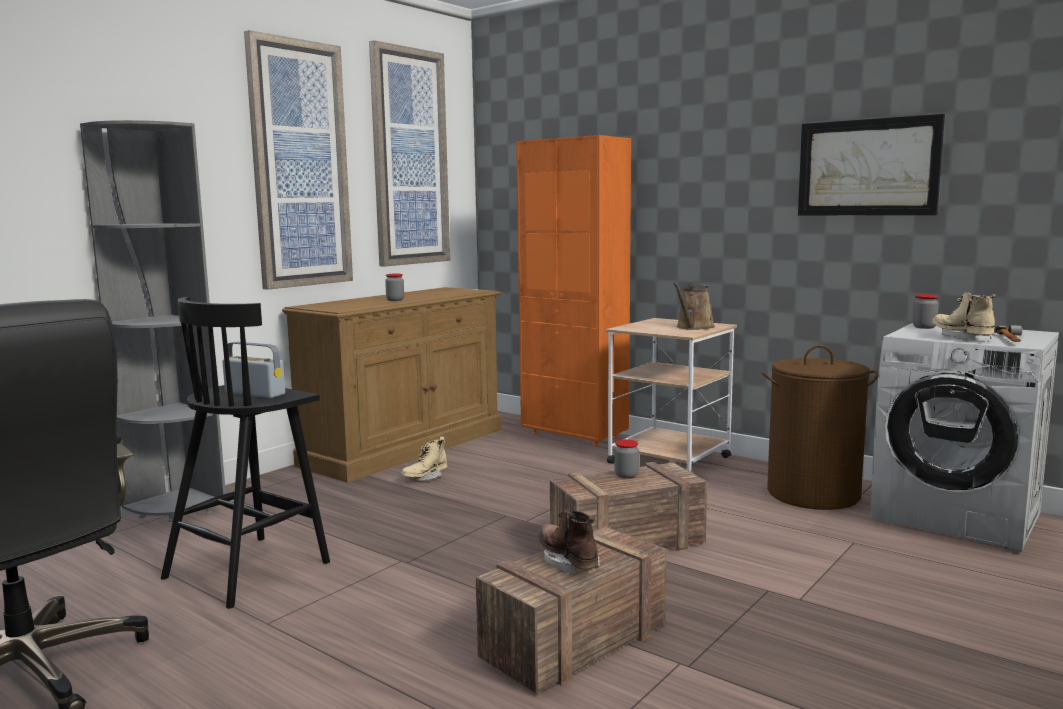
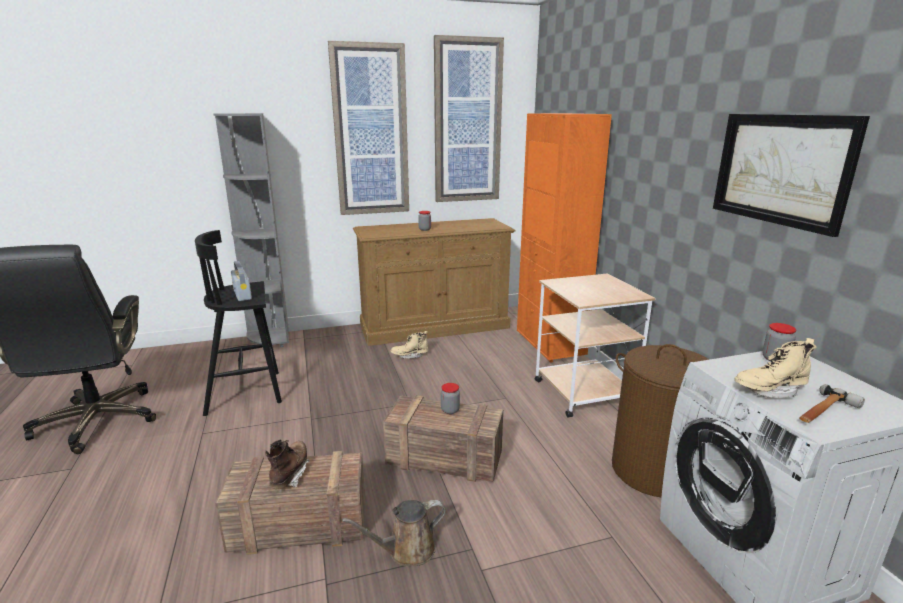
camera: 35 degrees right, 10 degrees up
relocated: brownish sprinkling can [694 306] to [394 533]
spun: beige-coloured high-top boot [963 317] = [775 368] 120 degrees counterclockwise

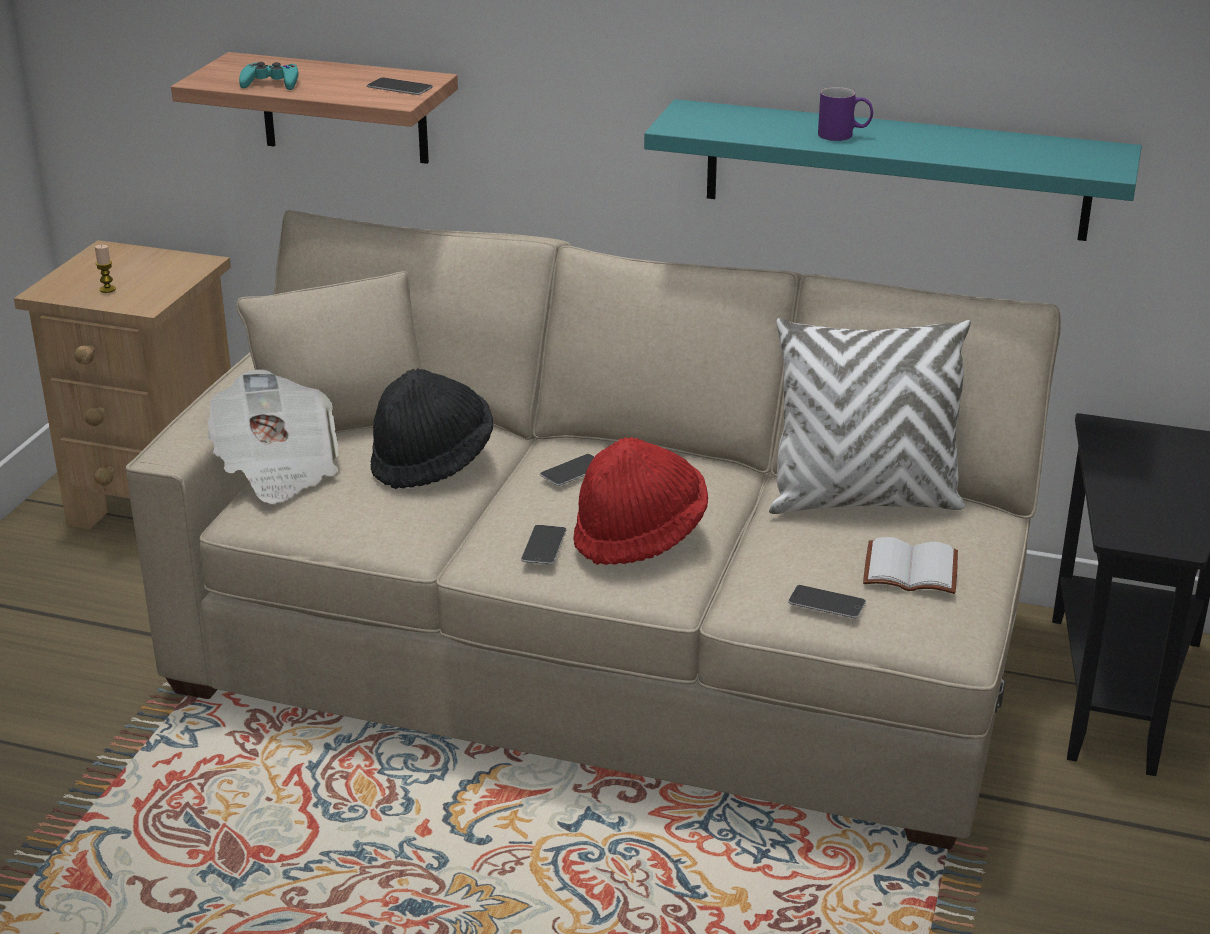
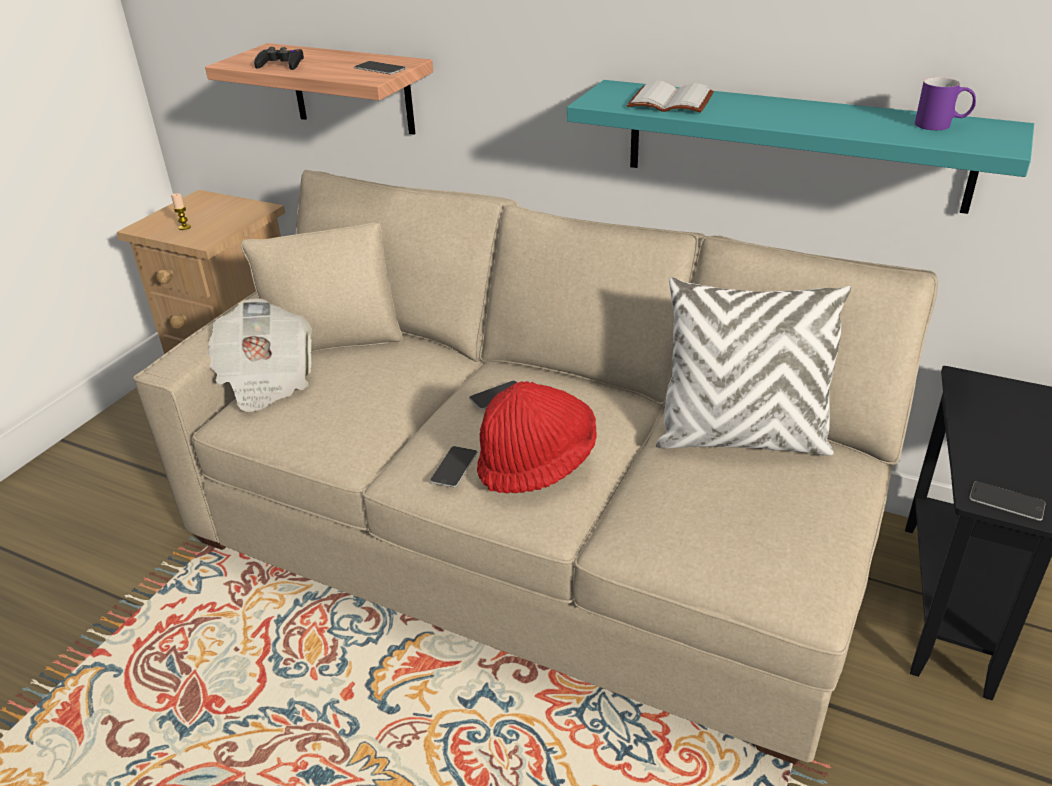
camera: 10 degrees right, 5 degrees up
missing: black clothing hat [432 428]
relocated: whitish book [910 565] to [670 97]; purple-coloured mug [845 114] to [945 103]; handset [827 601] to [1007 501]
colour: blue-green gamepad [269 76] to black gamepad [279 58]

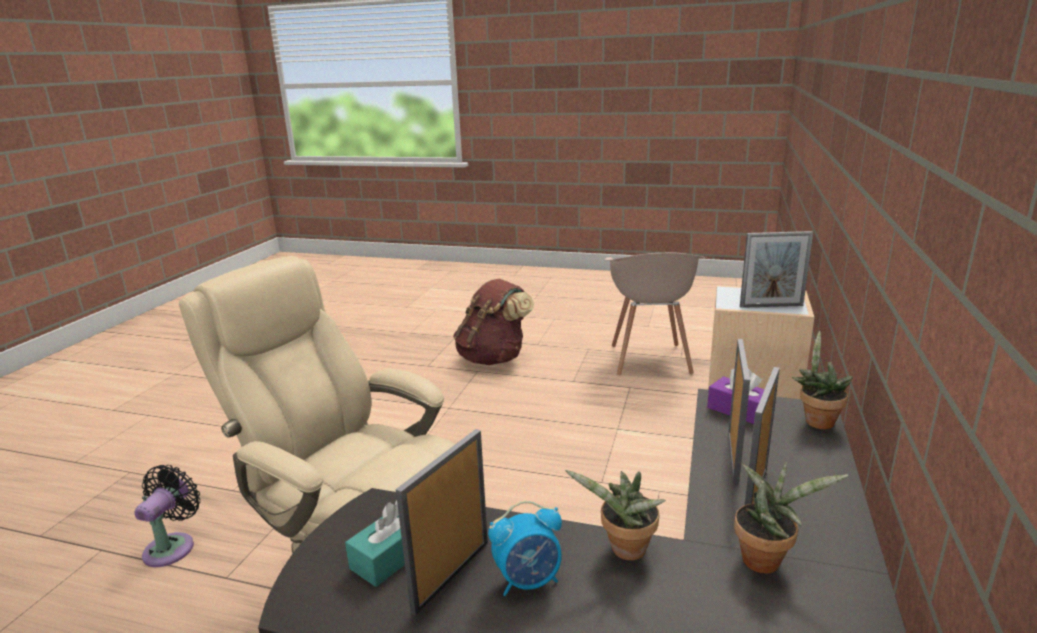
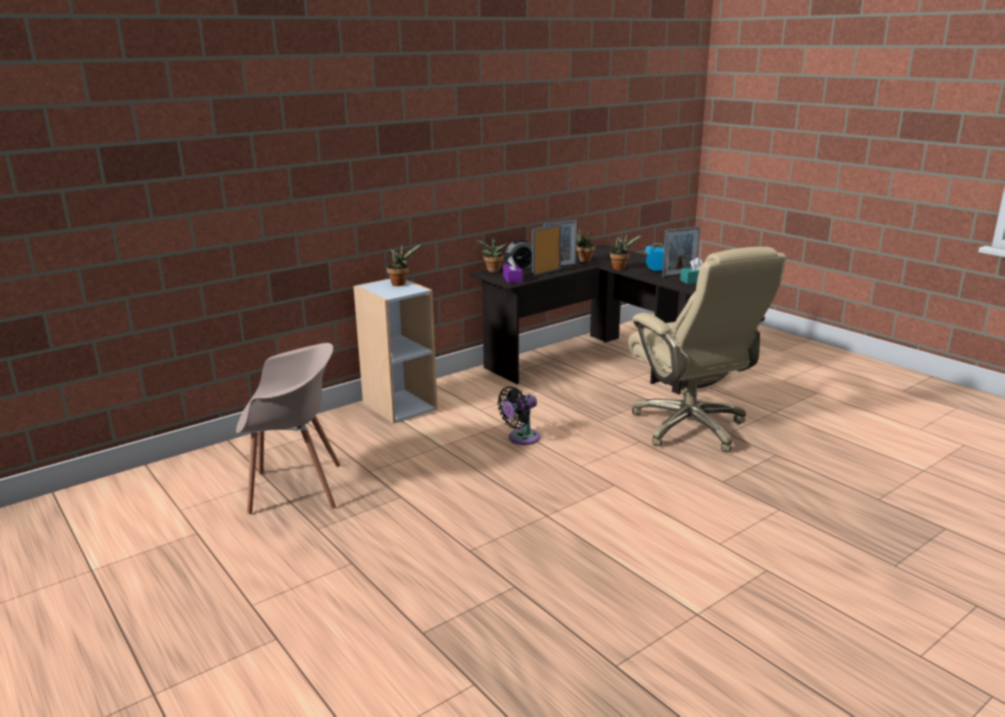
camera: 145 degrees left, 0 degrees up
missing: brownish rucksack [493 322]
appeared: alarm clock [518 254]
relocated: black cooling fan [167 516] to [518 415]
exchanged: standing frame [776 269] to potted plant [404 265]
spun: beige-coloured chair [655 314] = [288 428] 45 degrees clockwise

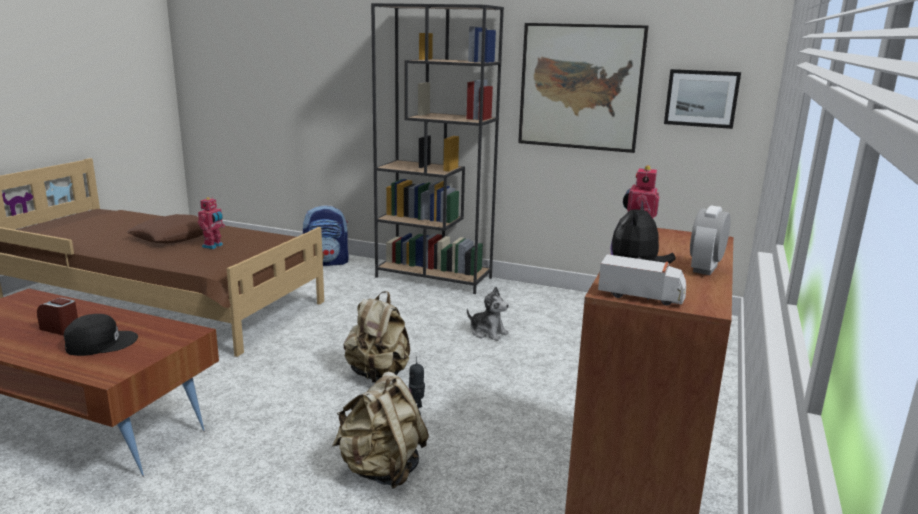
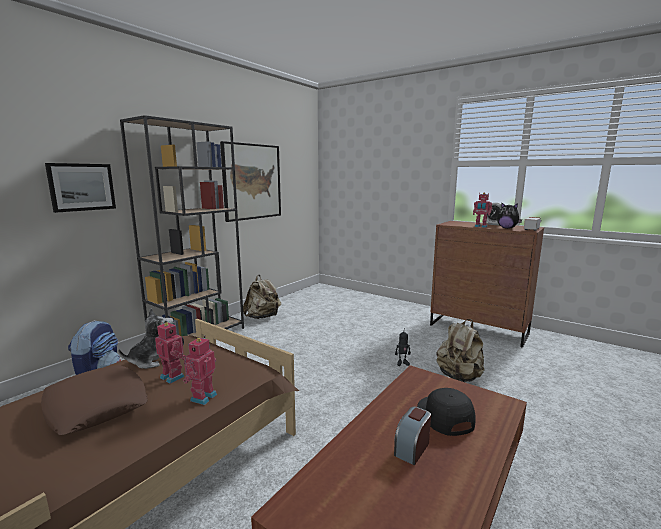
camera: 75 degrees left, 5 degrees down
appeared: model robot [200 370]
relocated: wall art [702 99] to [80 188]; cuddly toy [488 314] to [146 338]; beige-coloured rucksack [377 337] to [262 297]

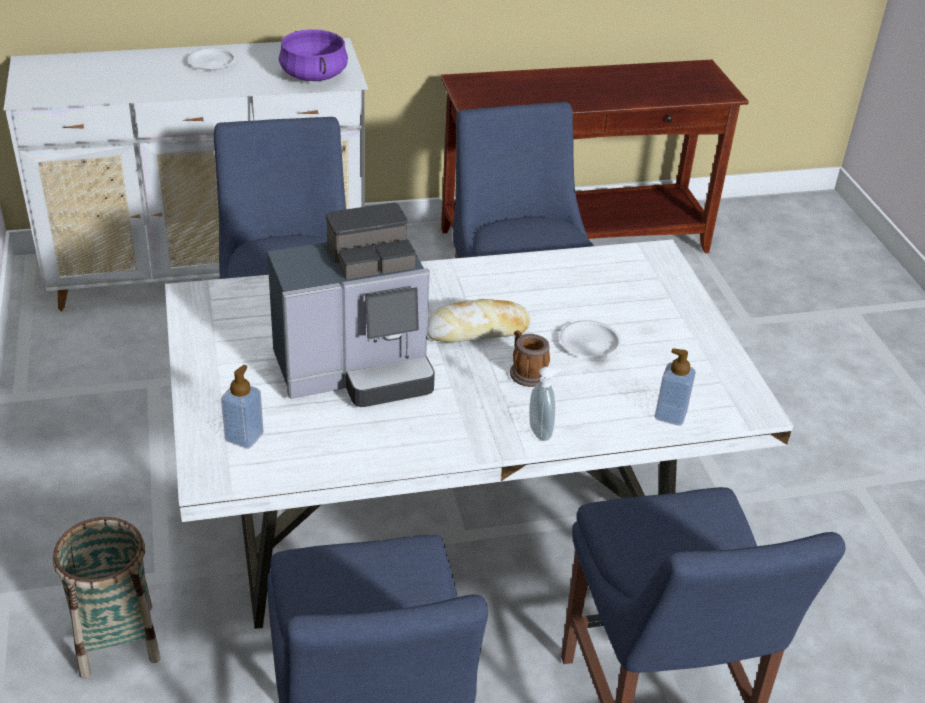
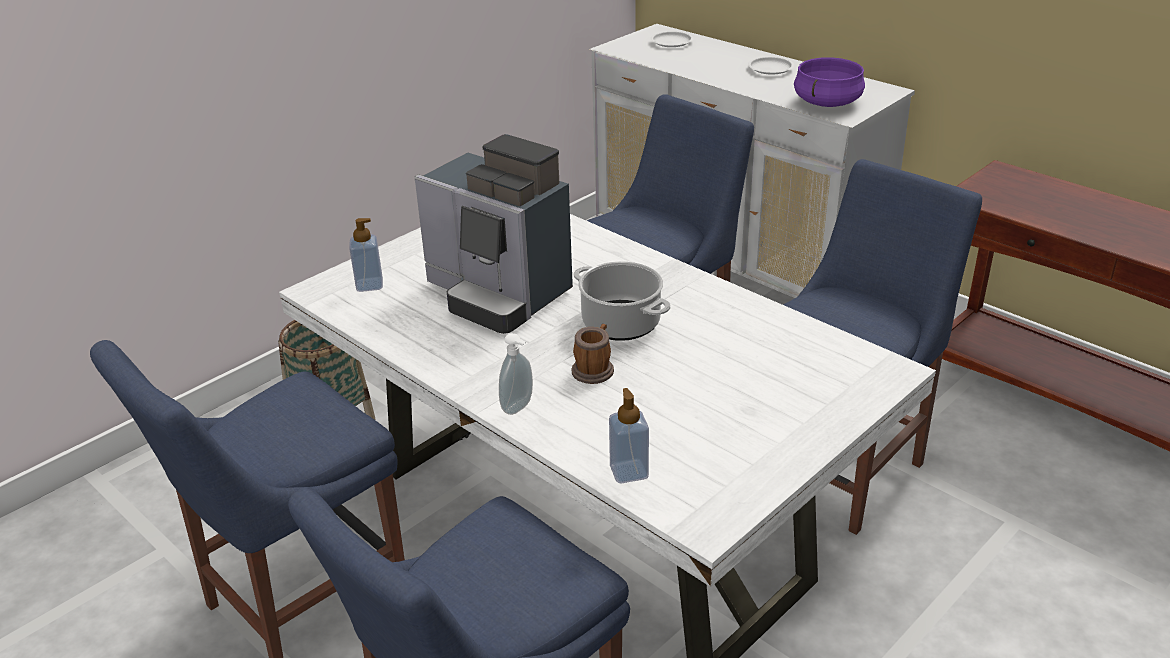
camera: 60 degrees right, 5 degrees down
relocated: whitish flat dish [591 339] to [672 39]
exchanged: baked bread [478 320] to stockpot [622 301]

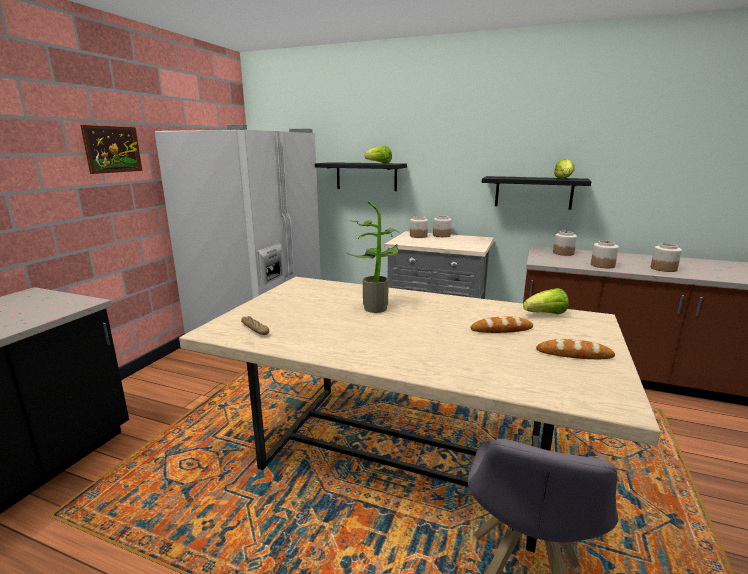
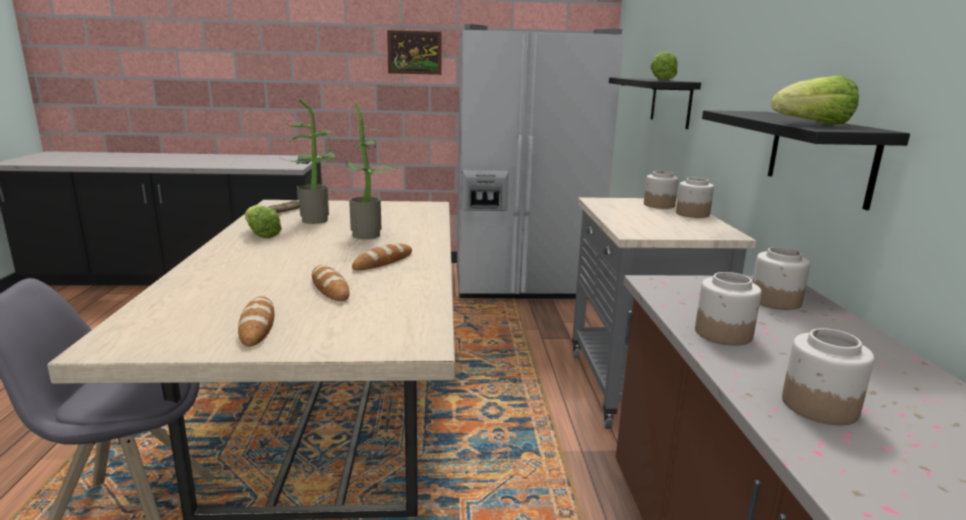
camera: 65 degrees right, 0 degrees up
appeared: potted plant [305 161]; baked bread [382 256]
relocated: lettuce [546 301] to [263 221]

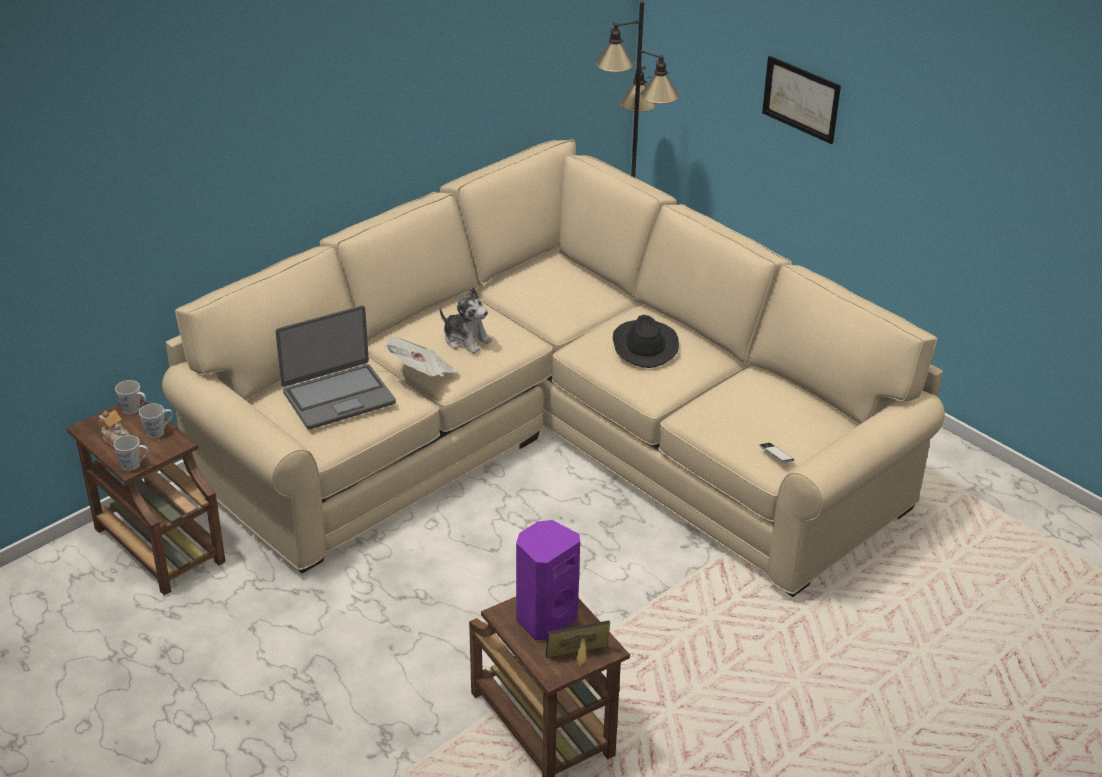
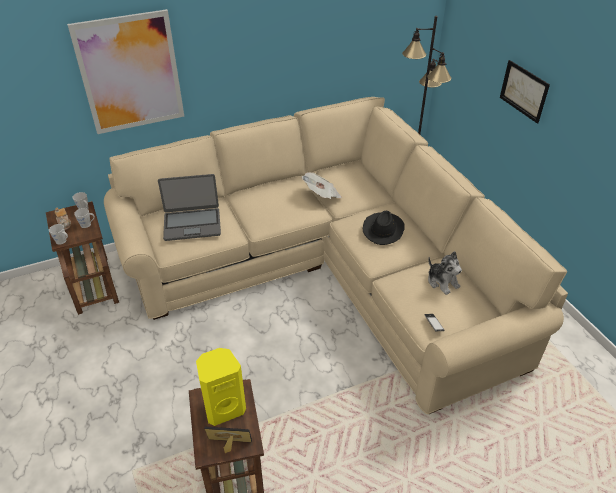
camera: 20 degrees right, 5 degrees up
appeared: wall art [125 71]
relocated: daily paper [421 357] to [321 185]; cuddly toy [466 320] to [445 273]
colour: purple-coloured loudspeaker [548 580] to yellow loudspeaker [221 387]

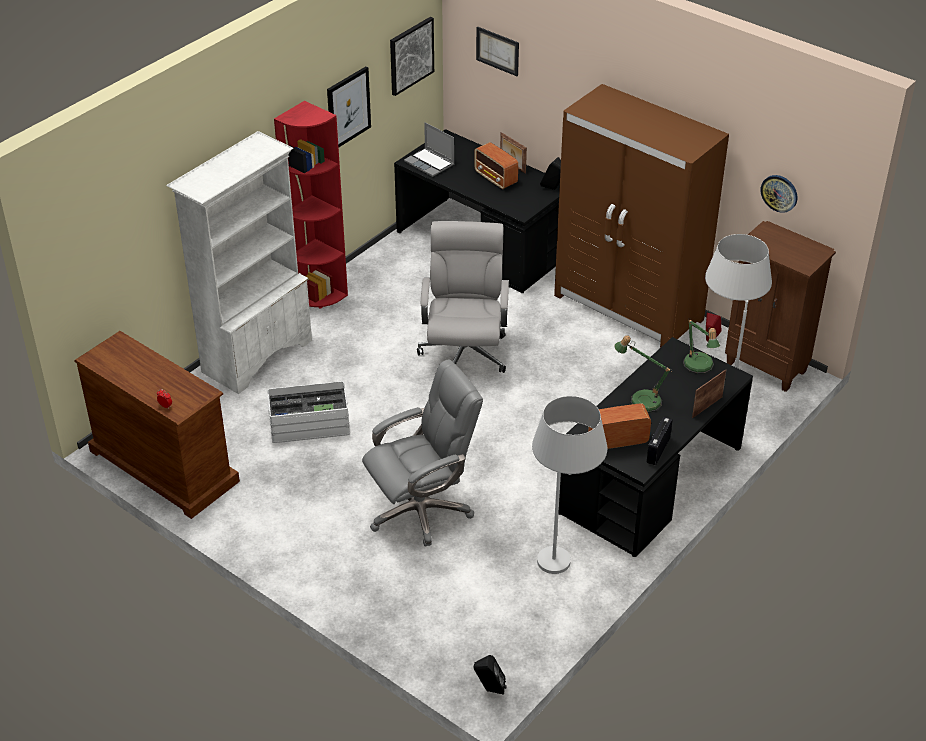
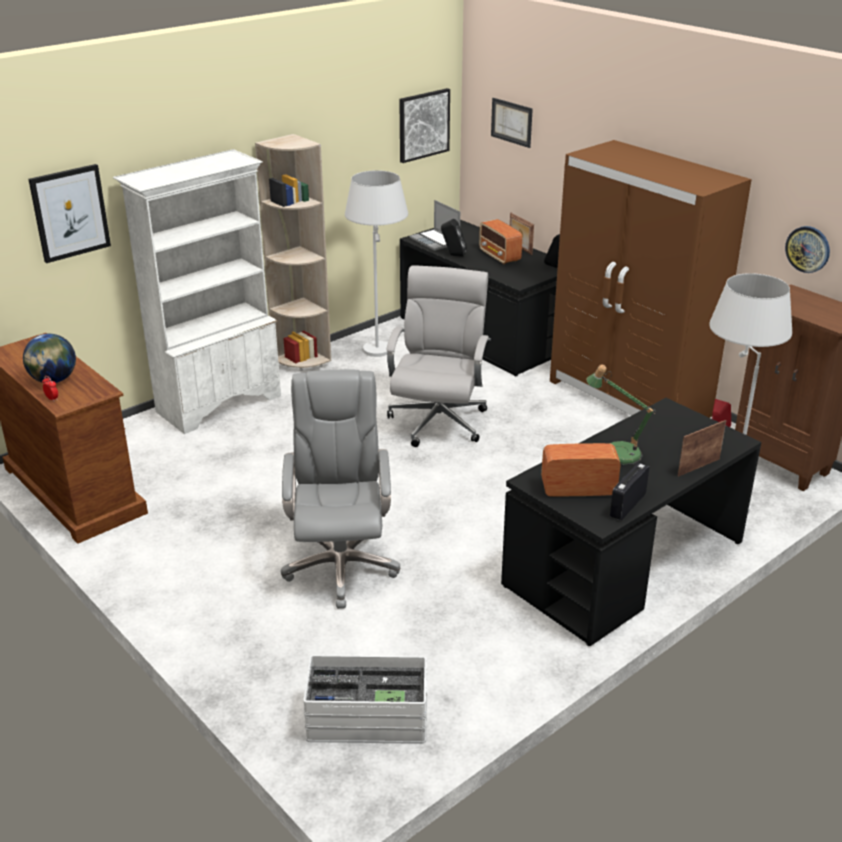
camera: 10 degrees right, 10 degrees down
missing: lamp for a table [701 346]
appeared: world globe [49 358]
relocated: wall art [349 106] to [69 213]; whitish storage box [308 412] to [365 699]; whitish standing lamp [569 485] to [376 263]; black loudspeaker [490 675] to [454 237]
colour: reddish shelving unit [311 204] to beige-coloured shelving unit [293 252]
spun: grey office chair [422 453] = [340 489] 75 degrees counterclockwise

